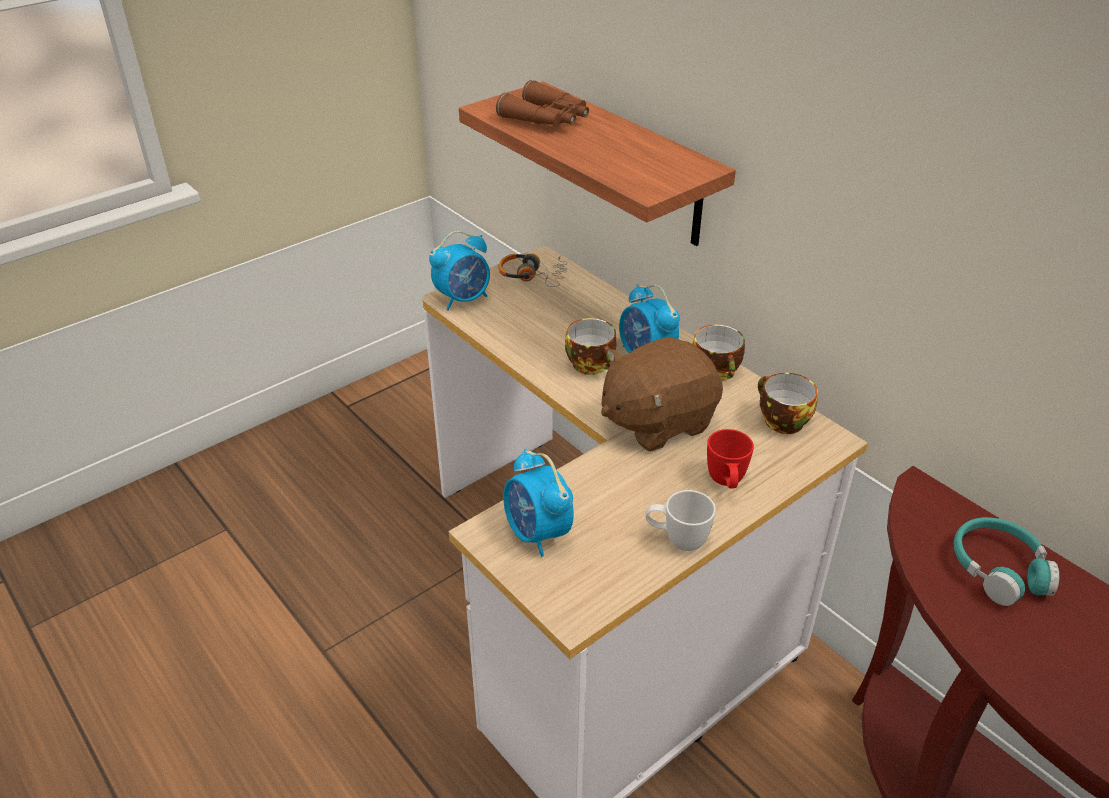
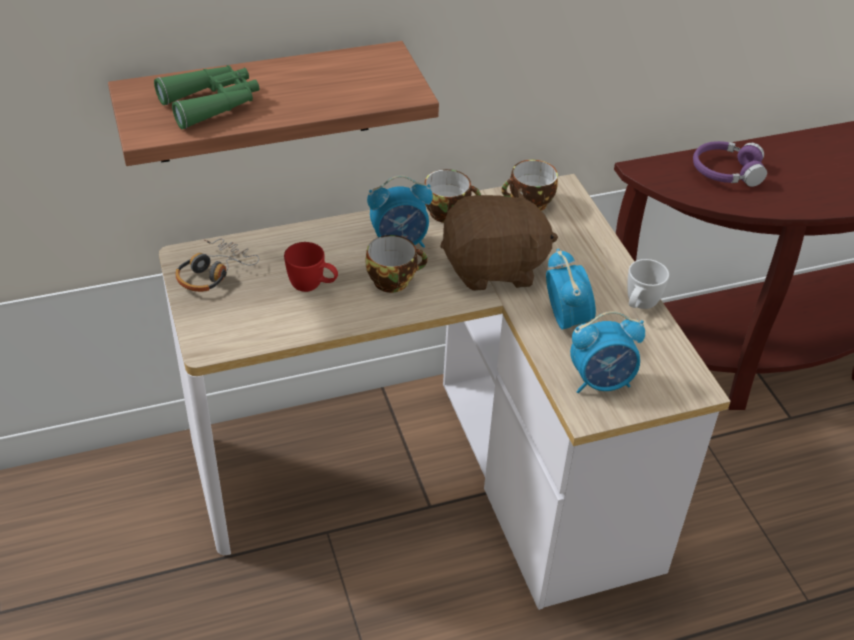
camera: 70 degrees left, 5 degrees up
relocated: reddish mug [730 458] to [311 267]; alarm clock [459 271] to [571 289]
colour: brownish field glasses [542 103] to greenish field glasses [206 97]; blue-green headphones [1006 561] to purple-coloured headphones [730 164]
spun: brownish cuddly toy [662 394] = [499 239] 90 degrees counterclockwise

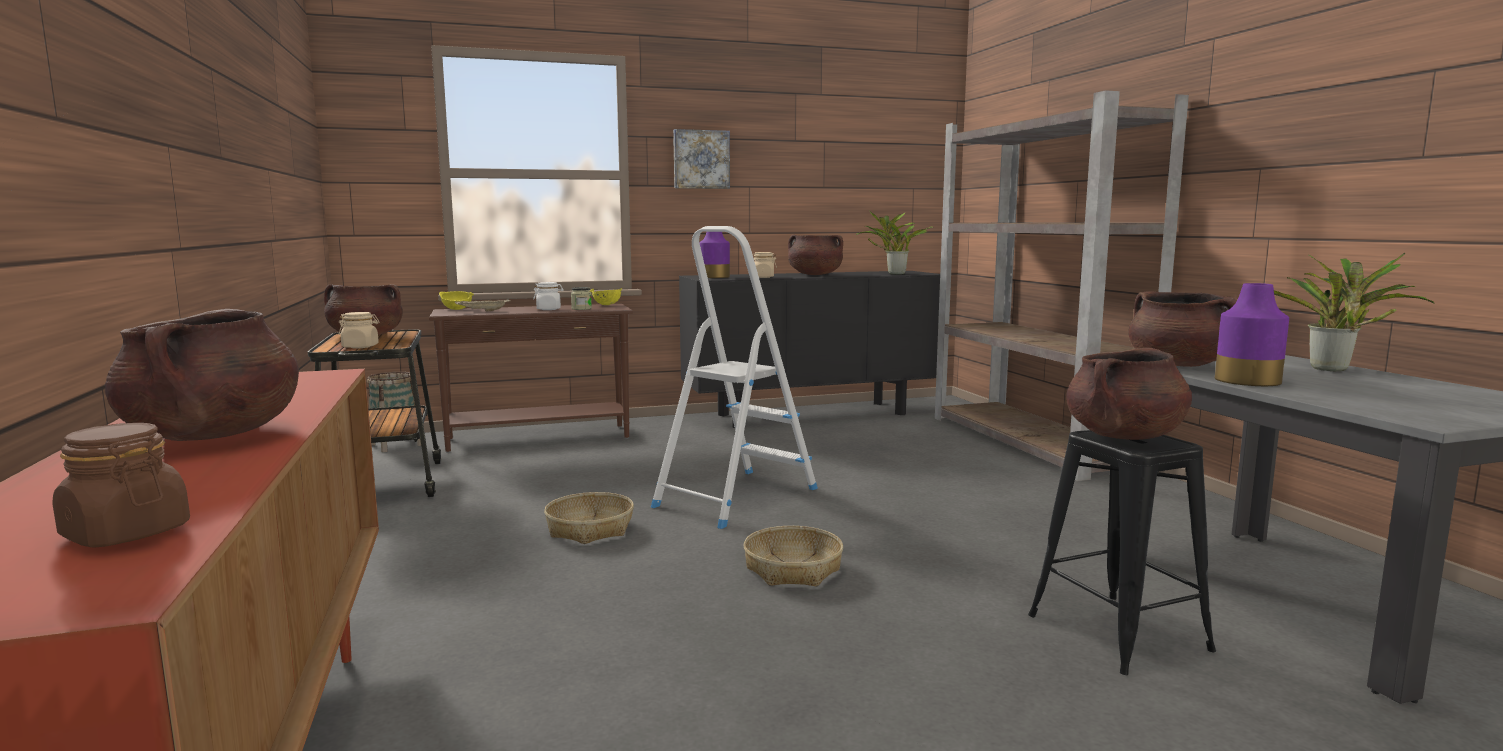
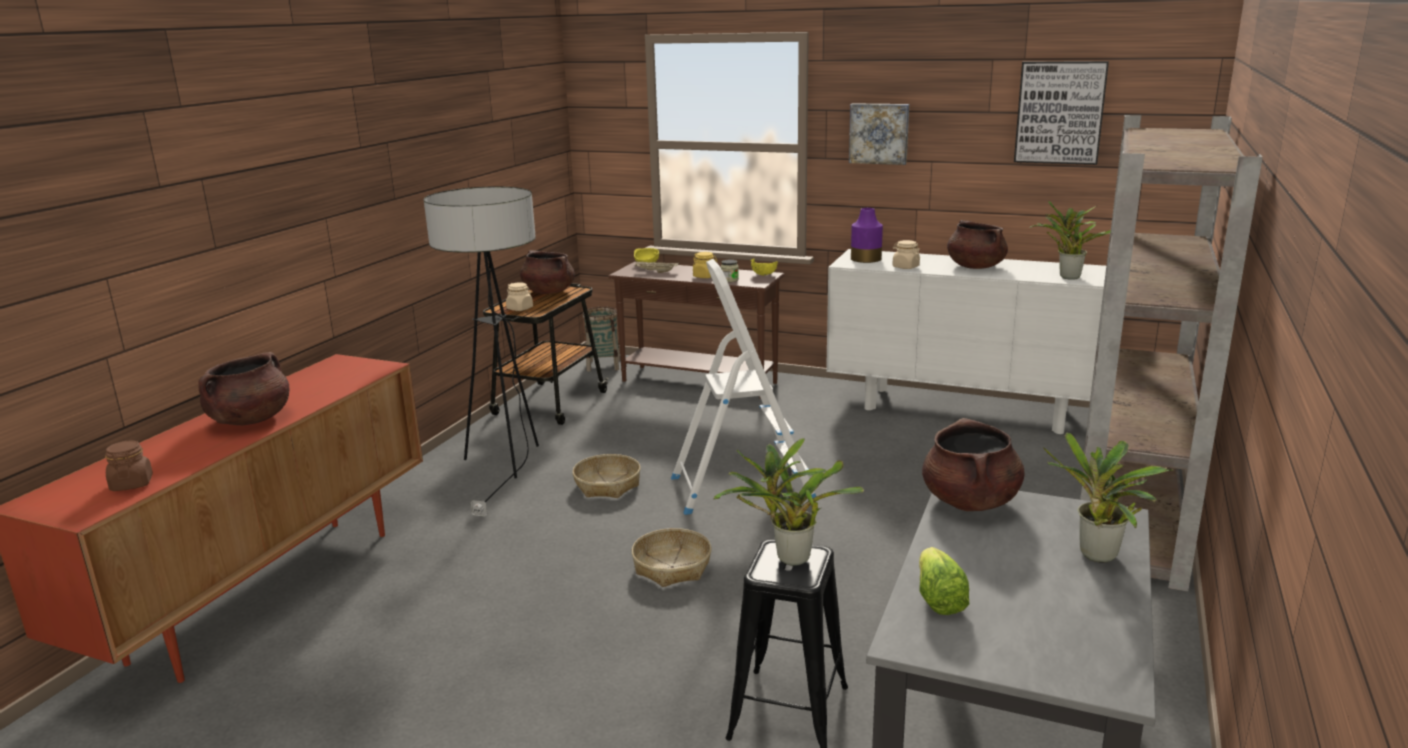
camera: 40 degrees right, 10 degrees up
missing: purple-coloured decorative vase [1252 334]
appeared: standing lamp [481 351]; lettuce [944 581]; wall art [1061 113]
exchanged: brownish stockpot [1129 394] to potted plant [789 502]
colour: whitish jar [548 296] to yellow jar [705 265]; black chest of drawers [809 349] to whitish chest of drawers [966 341]

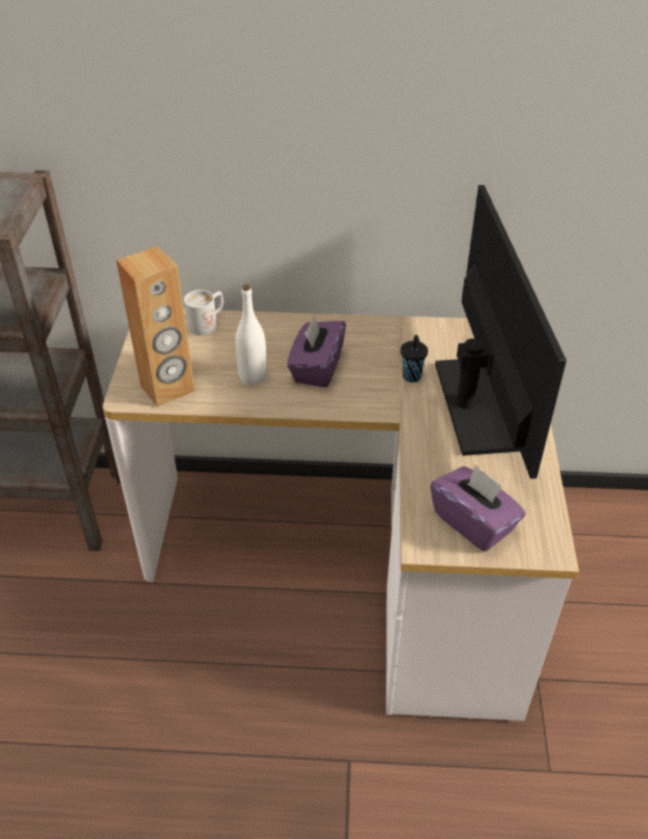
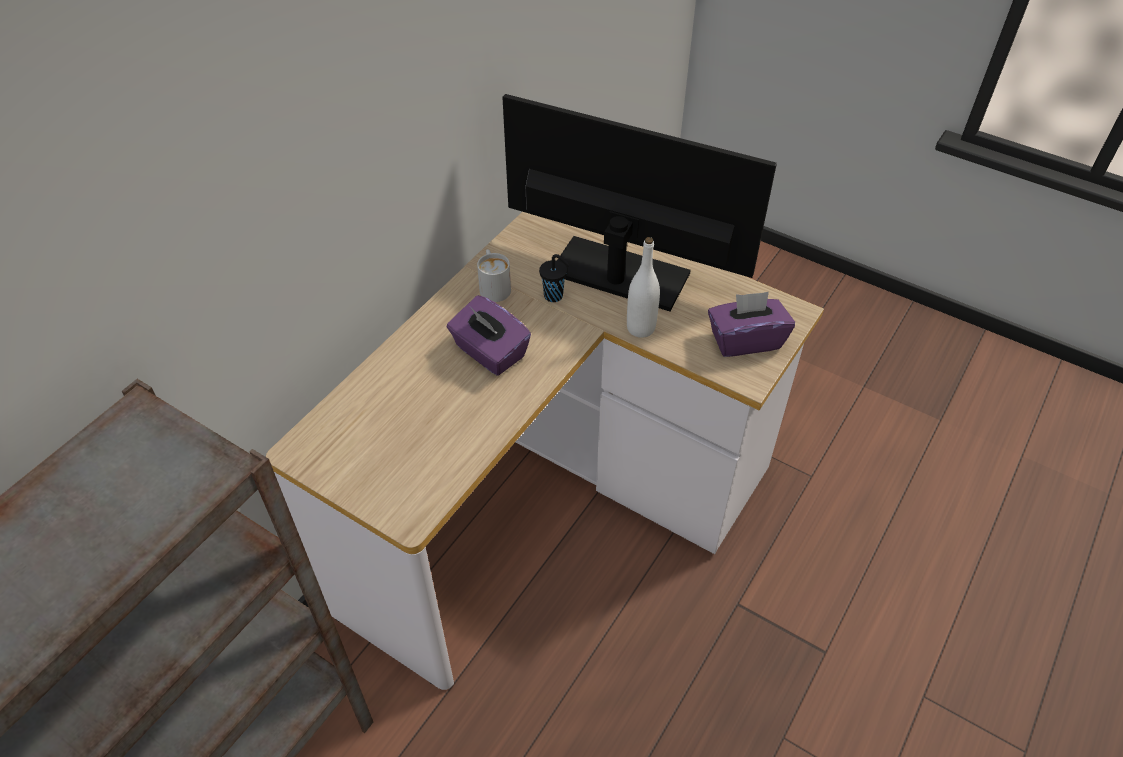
camera: 60 degrees left, 5 degrees up
missing: brownish loudspeaker [155 326]
relocated: whitish mug [203 312] to [494 275]; whitish beverage bottle [251 335] to [643 287]

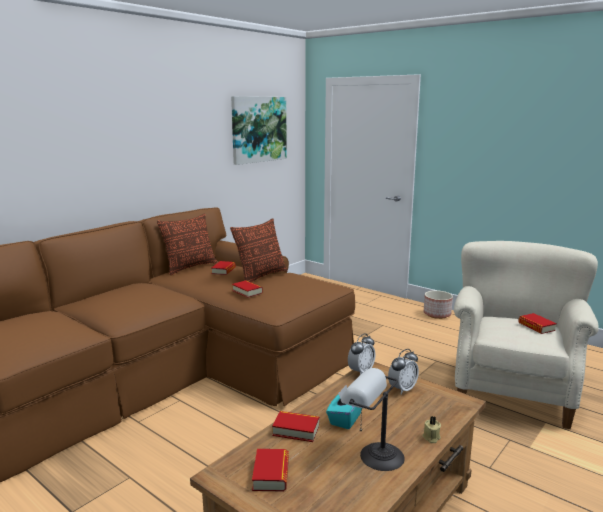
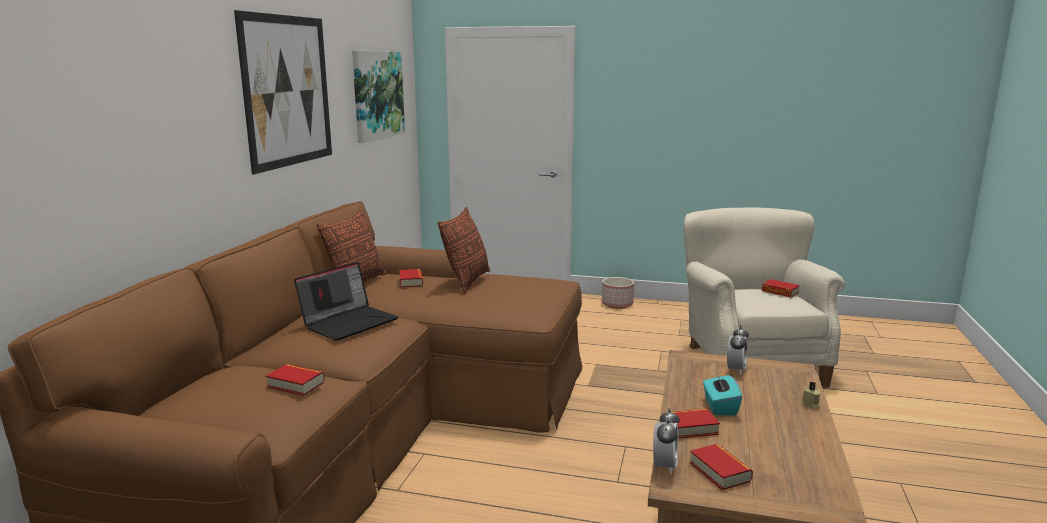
camera: 25 degrees left, 0 degrees up
missing: lamp for a table [373 419]
appeared: wall art [283 92]; notebook computer [346 301]
relocated: book [247 289] to [295 380]; alarm clock [361 354] to [666 441]

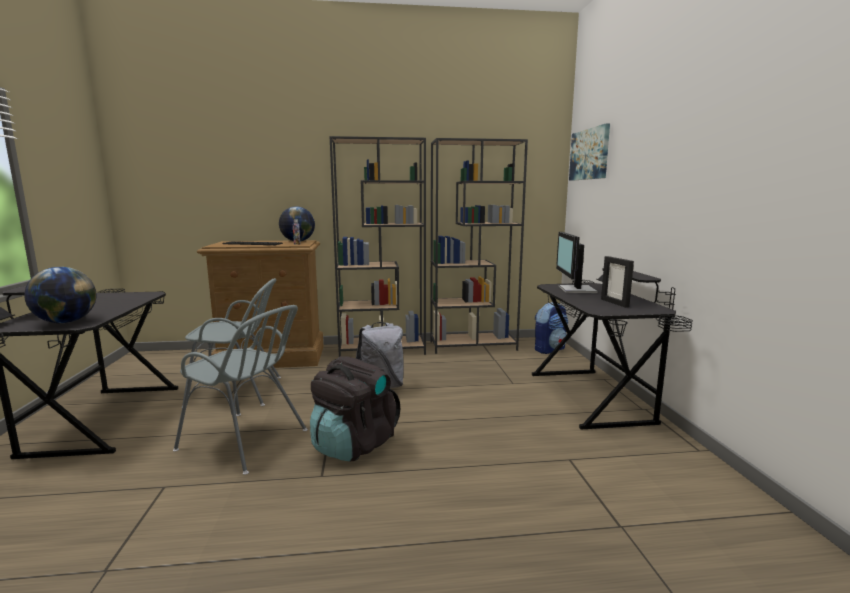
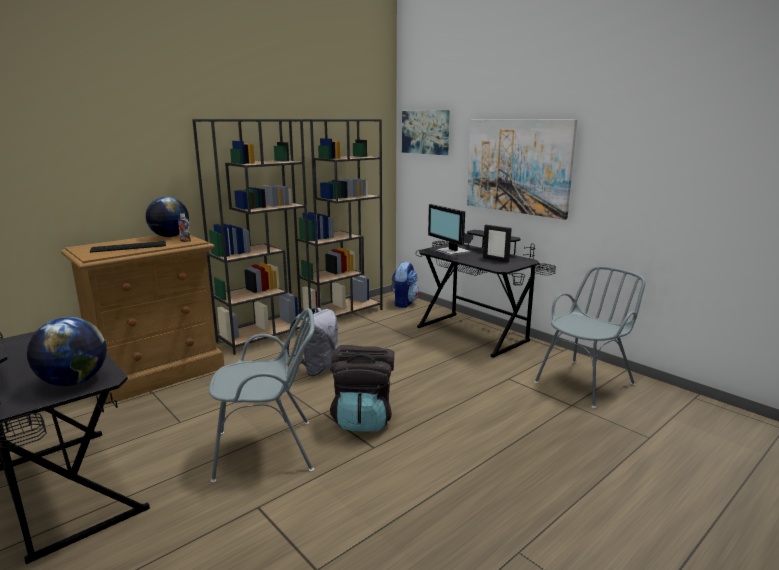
camera: 35 degrees left, 5 degrees up
appeared: wall art [522 169]
relocated: grey chair [231 343] to [590 337]

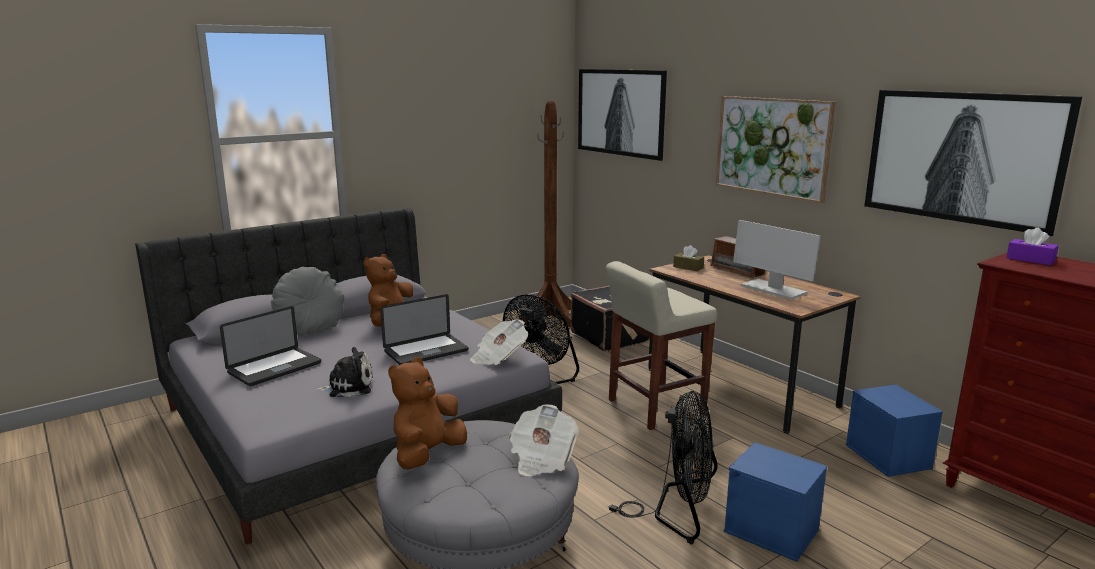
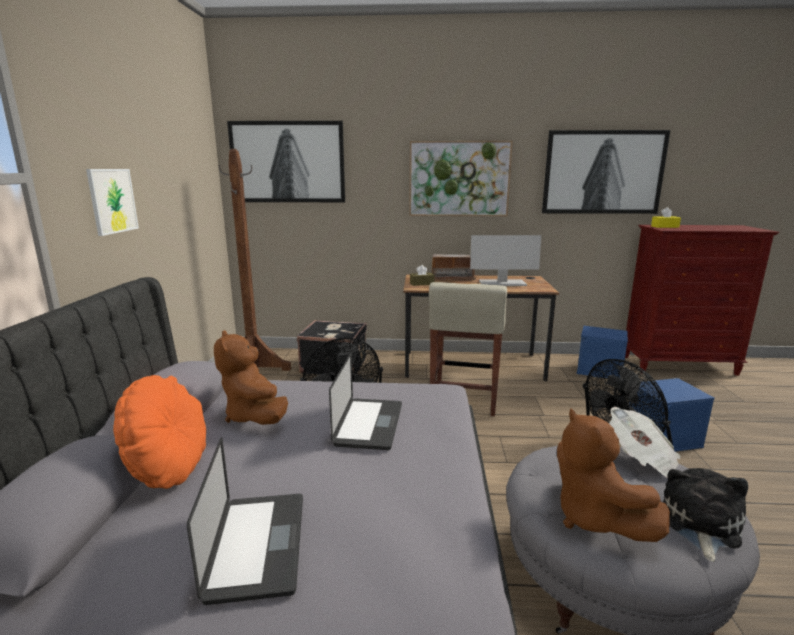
camera: 50 degrees left, 0 degrees up
missing: daily paper [499 342]
appeared: wall art [112 202]
relocated: cuddly toy [345 372] to [705 515]
colour: grey cushion [307 301] to orange cushion [159 432]; purple-coloured tissue box [1032 246] to yellow tissue box [666 217]

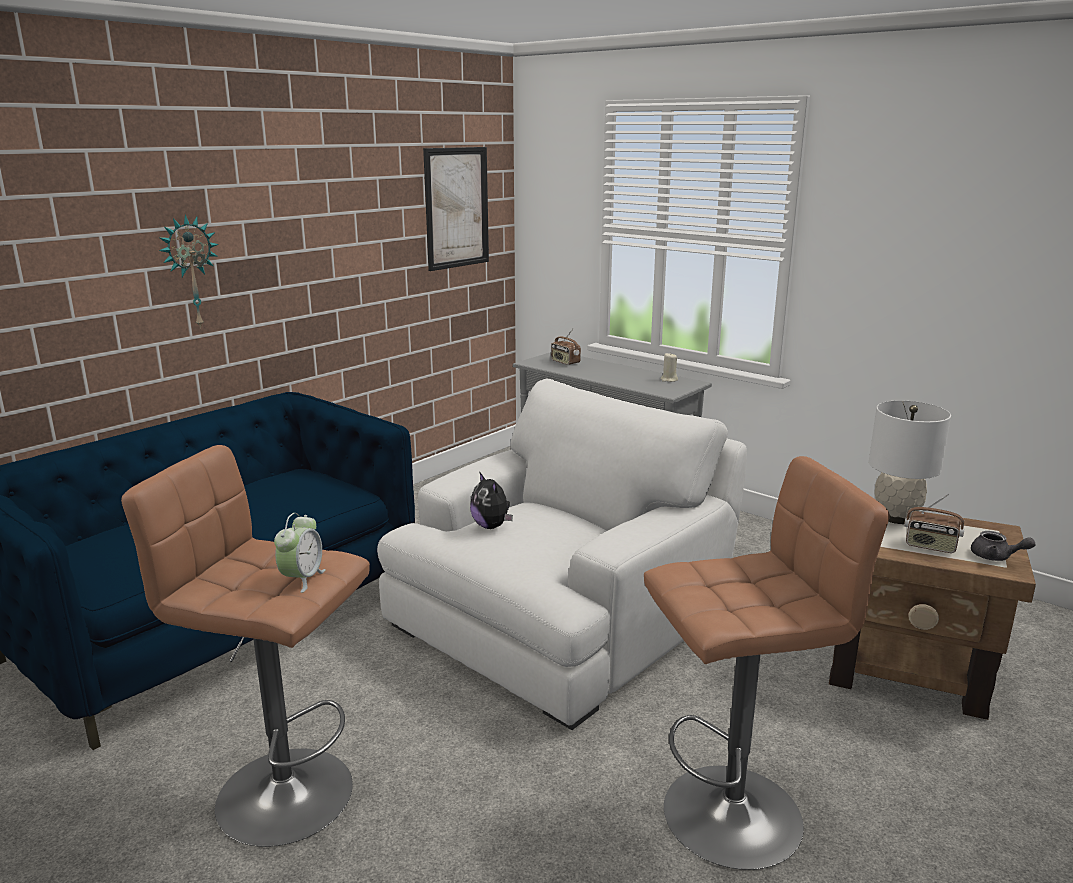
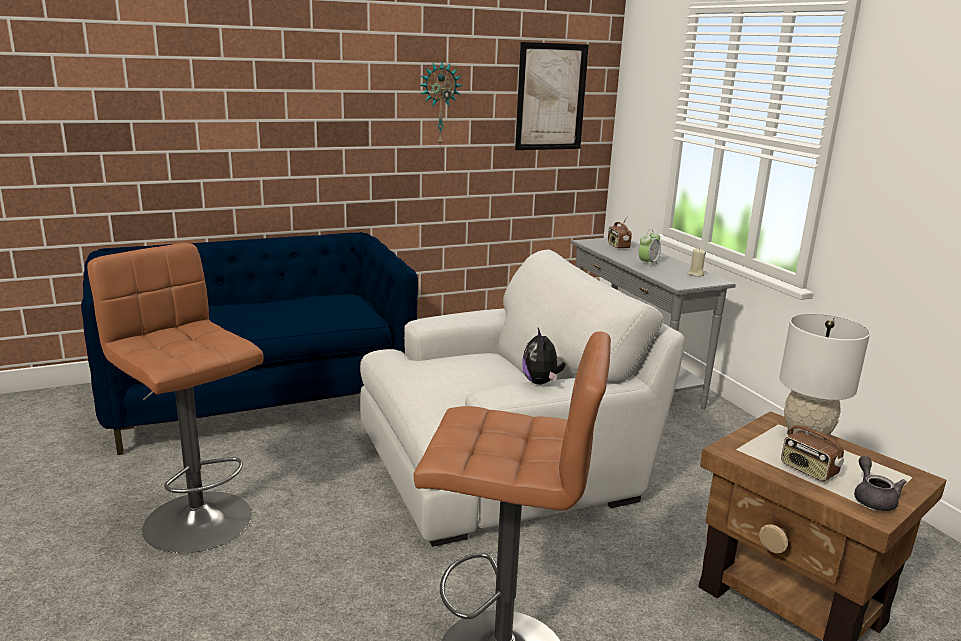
camera: 25 degrees right, 0 degrees up
relocated: clock on the wall [189 271] to [441 103]; cuddly toy [491 501] to [544 356]; alarm clock [300 553] to [649 248]
spun: grey pot for tea [1003 546] = [880 483] 150 degrees counterclockwise

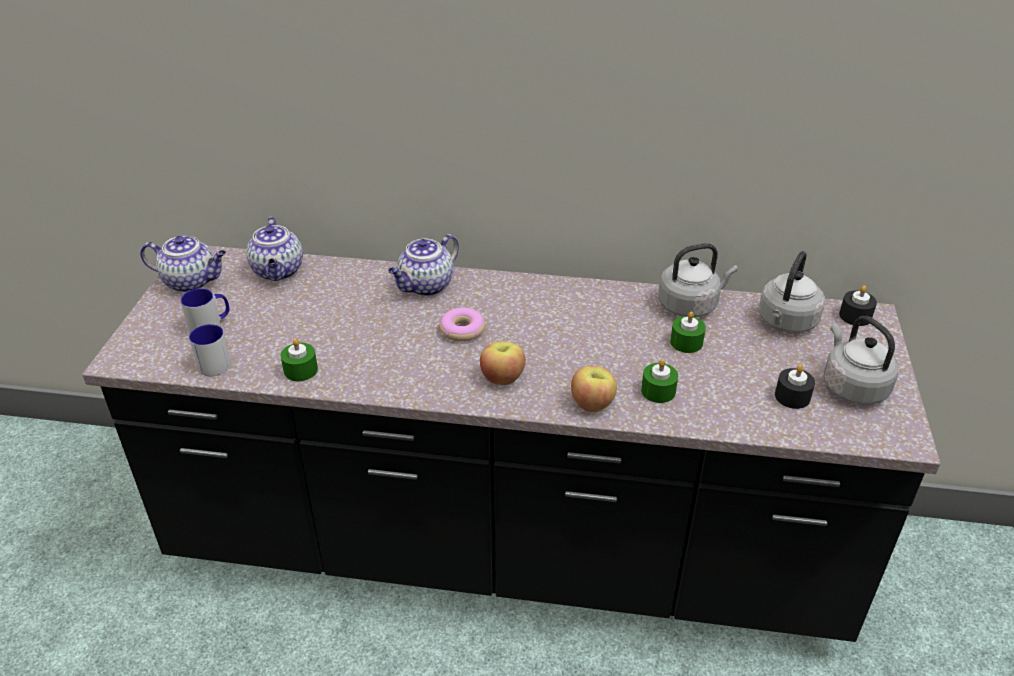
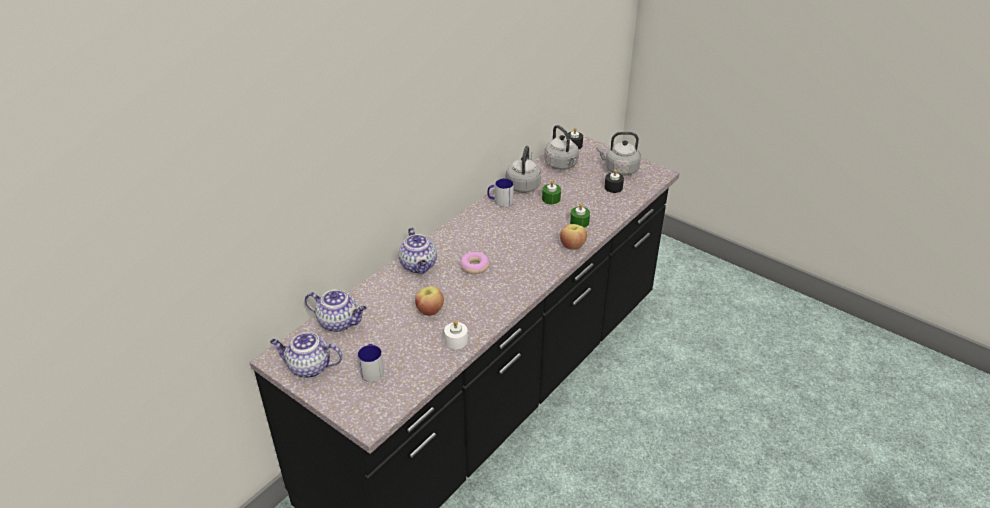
camera: 60 degrees left, 0 degrees up
relocated: apple [503 363] to [429 301]; mug [210 350] to [500 192]
colour: greenish candle [299 360] to whitish candle [456 335]
spun: pot for tea [183 264] = [306 355] 120 degrees counterclockwise

